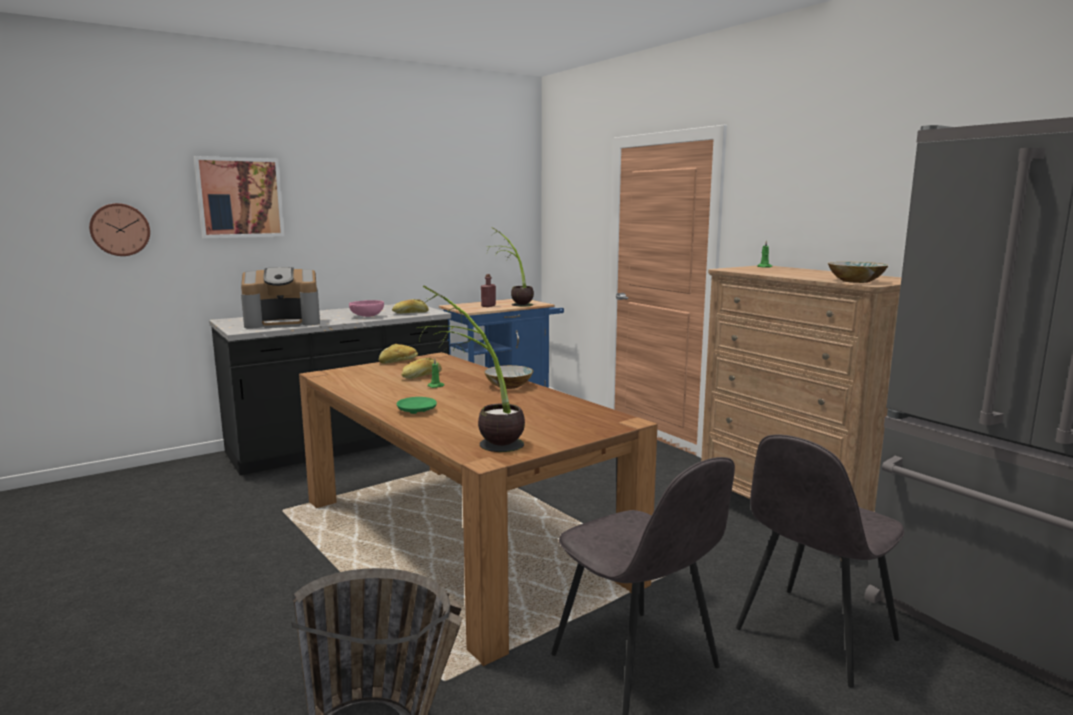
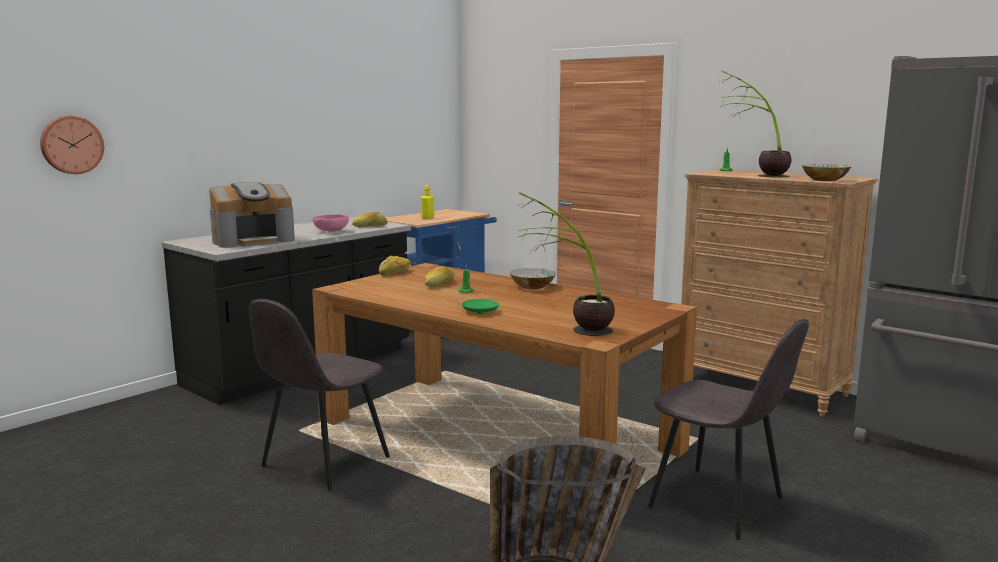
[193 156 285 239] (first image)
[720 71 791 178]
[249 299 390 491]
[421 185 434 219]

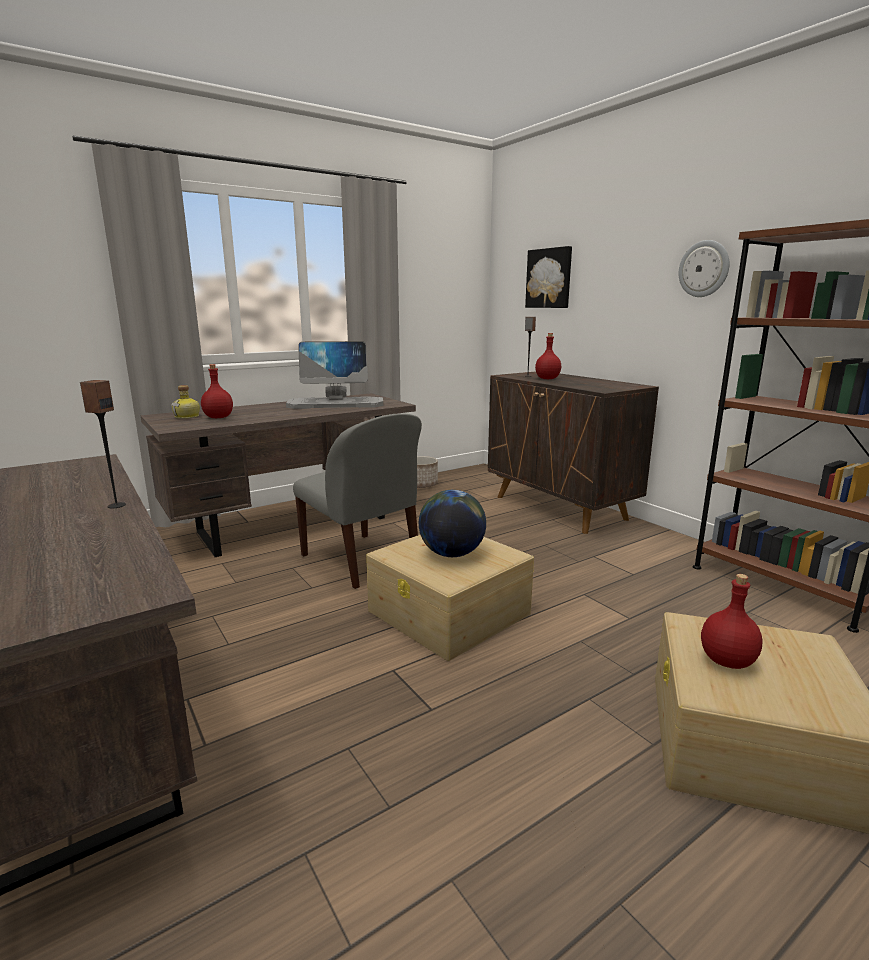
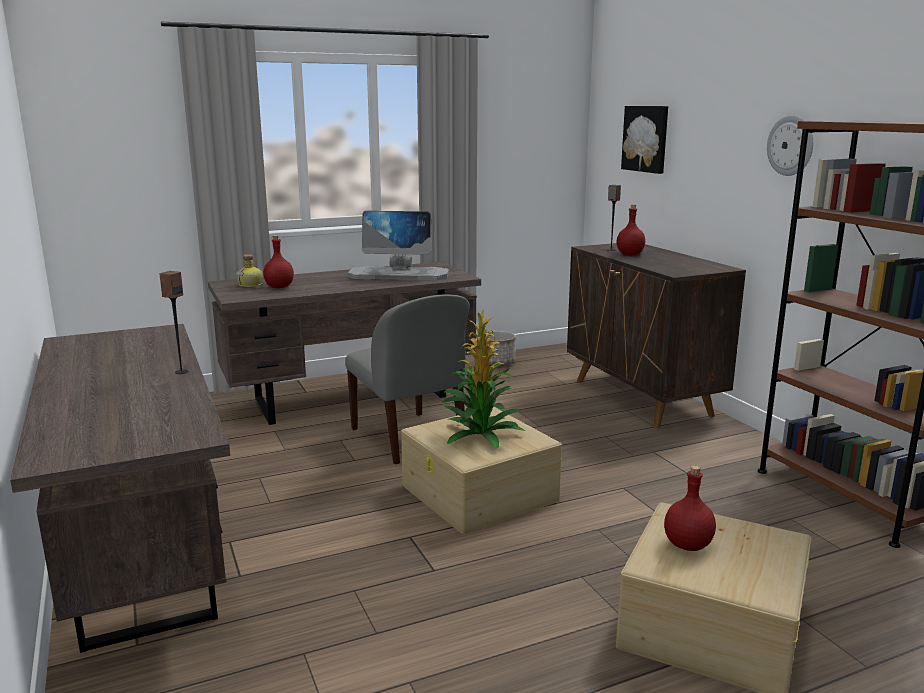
[442 309 525 449]

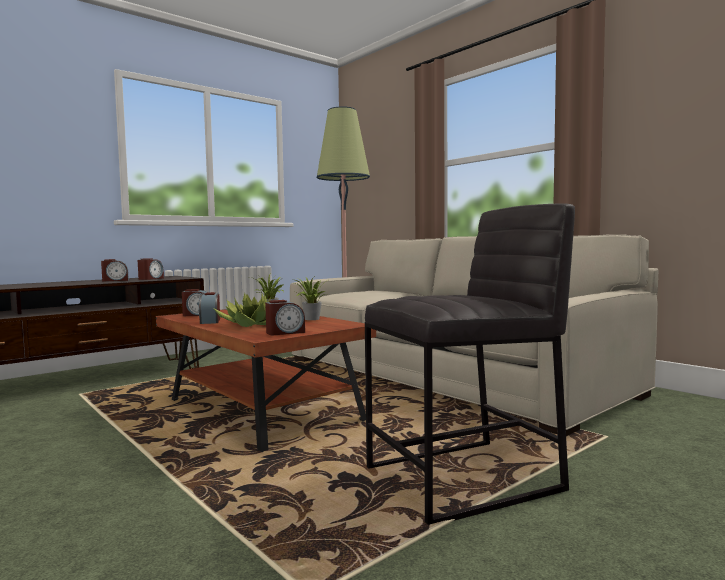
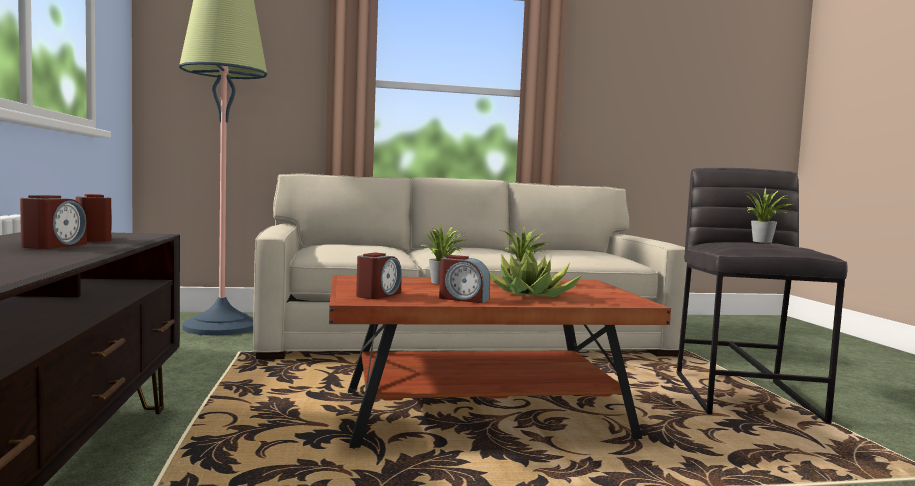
[265 300 305 335] (first image)
[746 188 793 243]

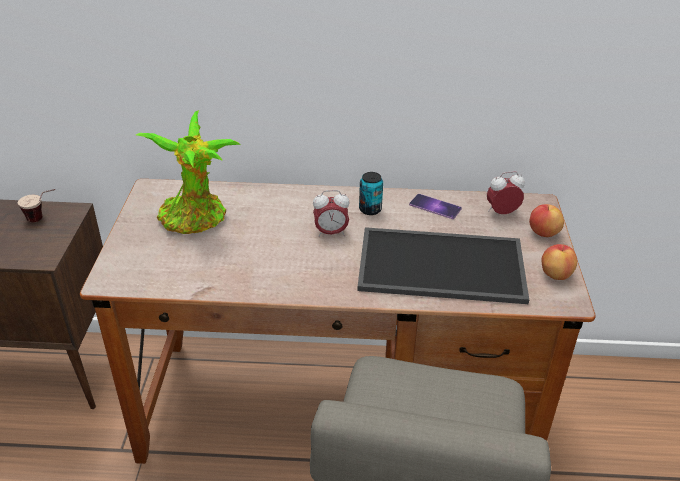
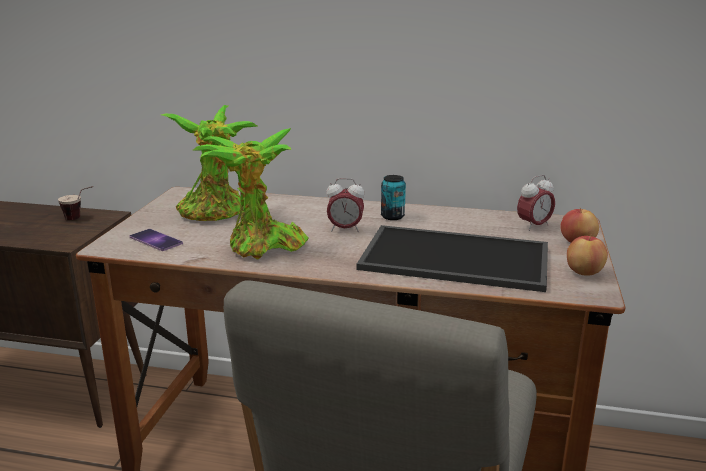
[193 128 309 260]
[130 229 183 251]
[517 175 555 231]

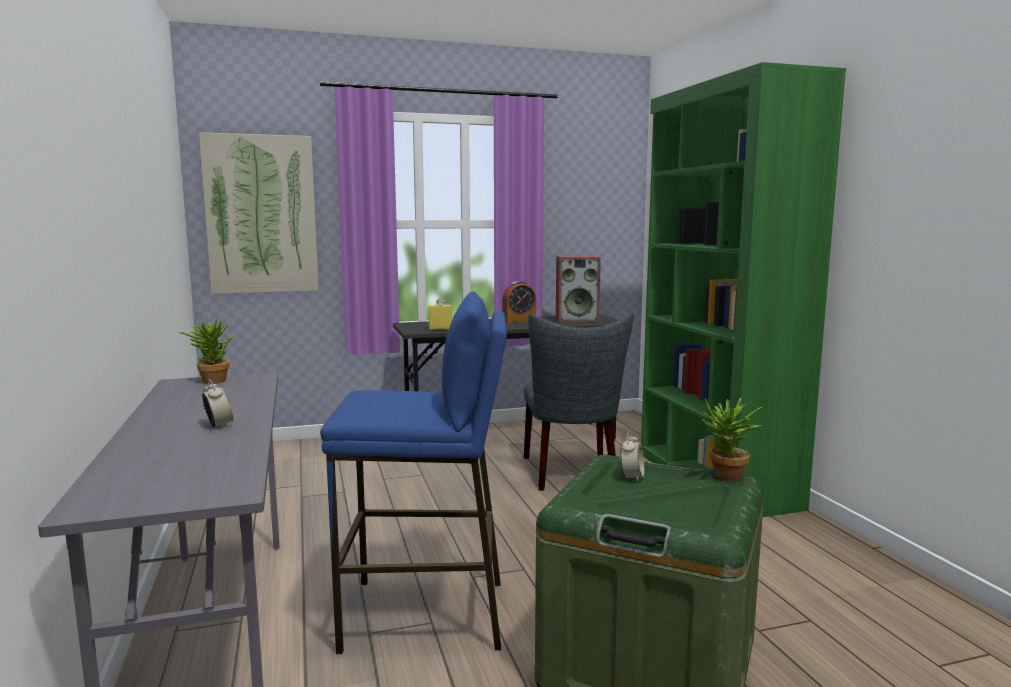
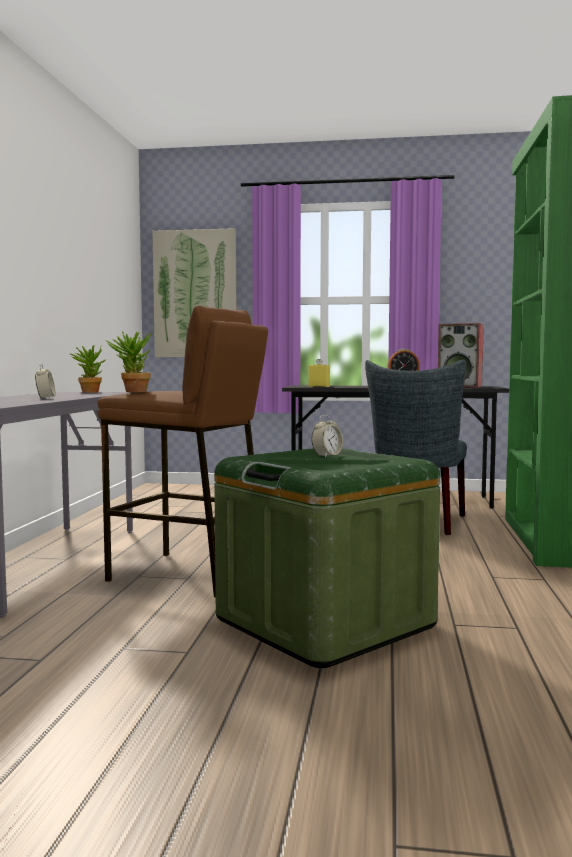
[105 331 151 392]
[97 305 268 598]

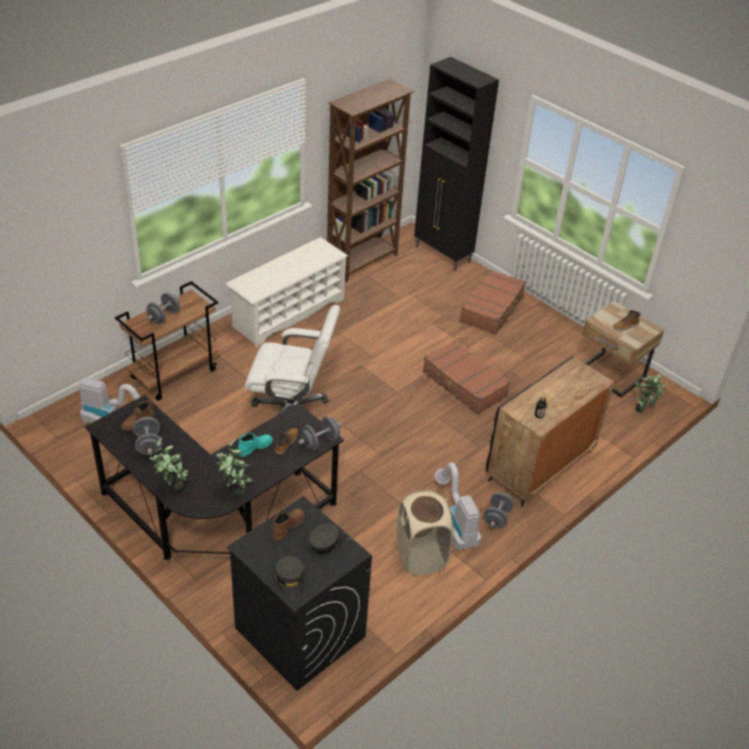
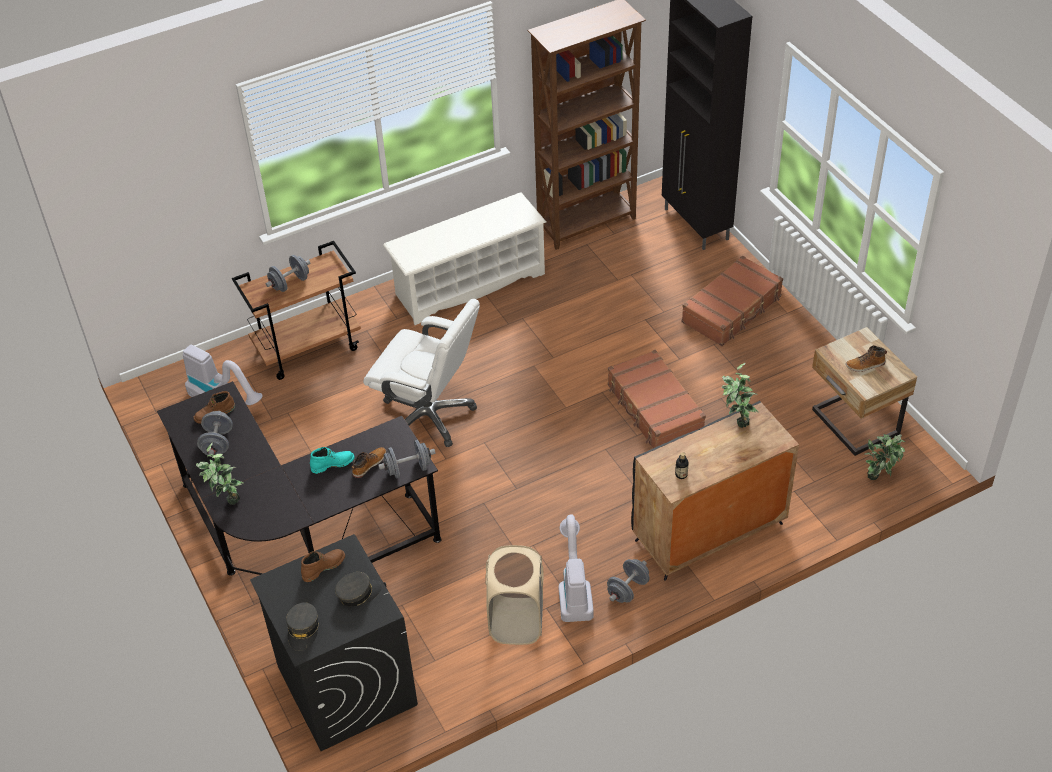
[721 363 758 428]

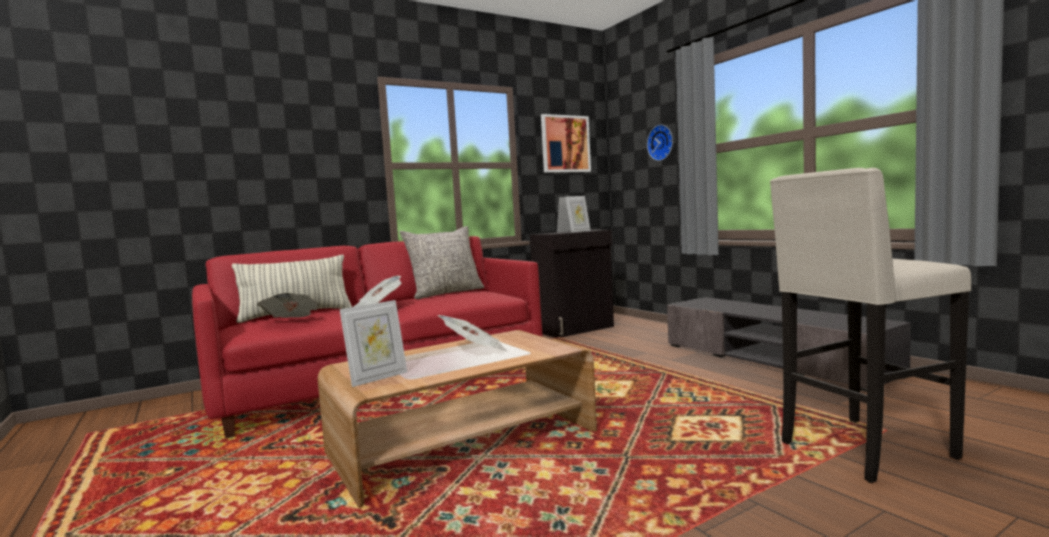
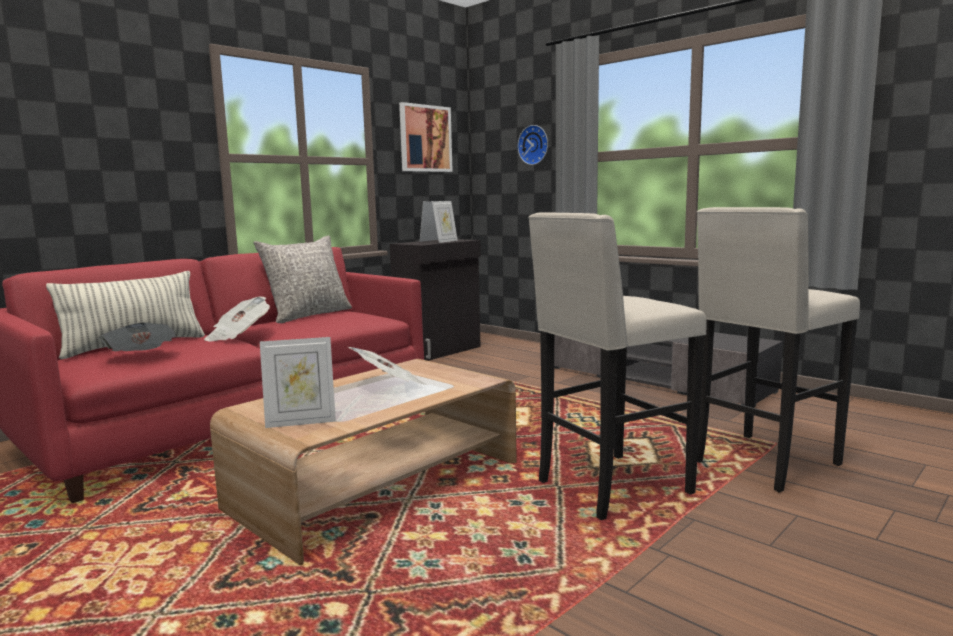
[528 212 706 520]
[260 337 336 428]

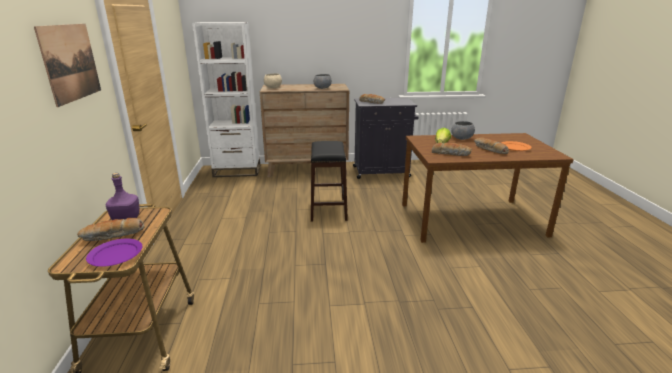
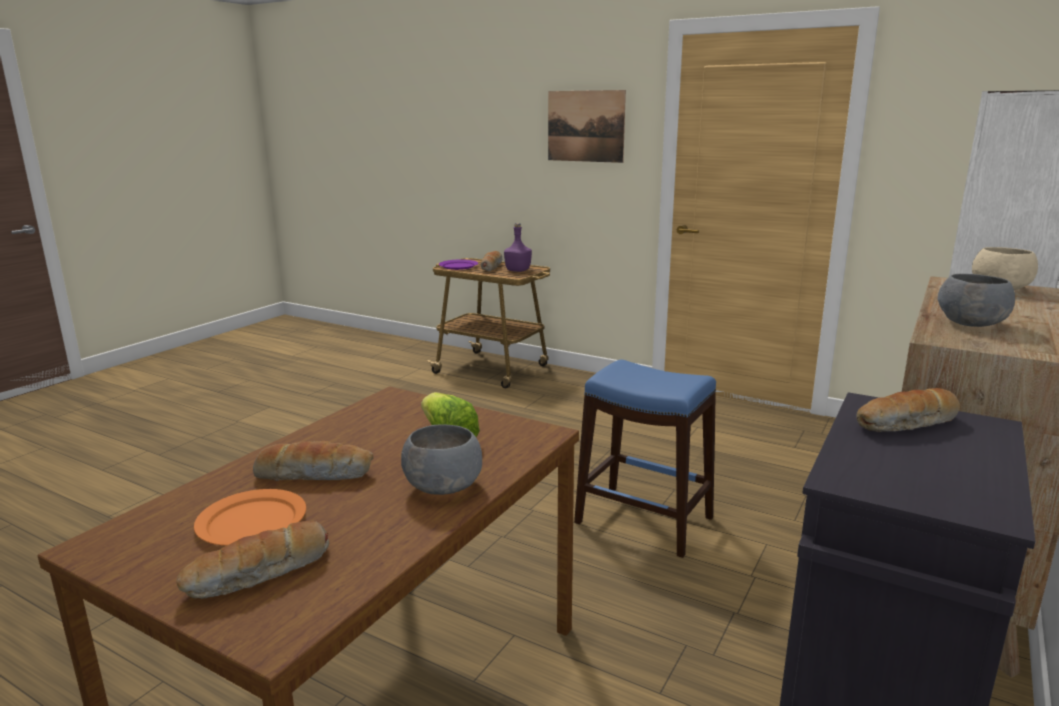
[176 521 329 599]
[574 360 716 558]

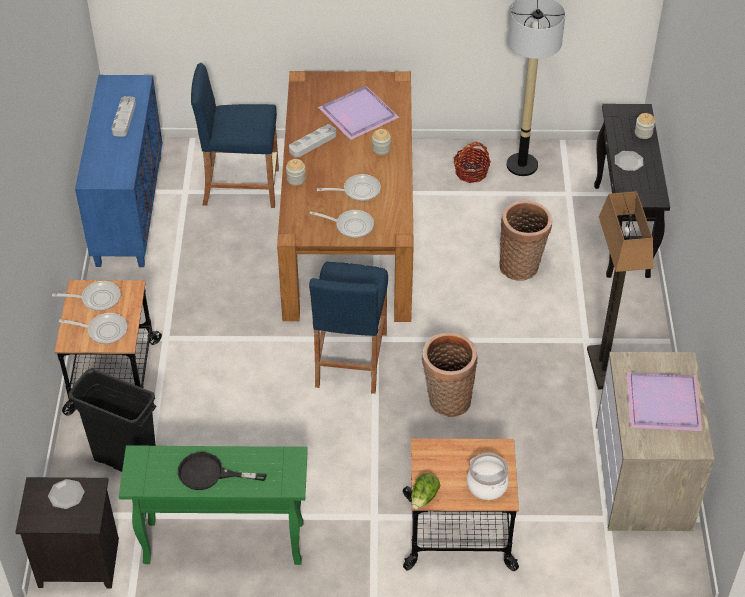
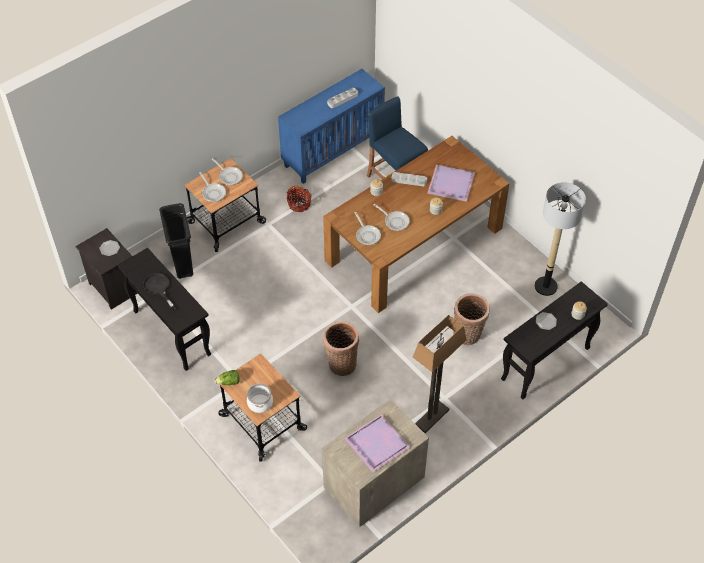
[309 262 388 394] (first image)
[287 185 312 212]
[118 248 211 371]

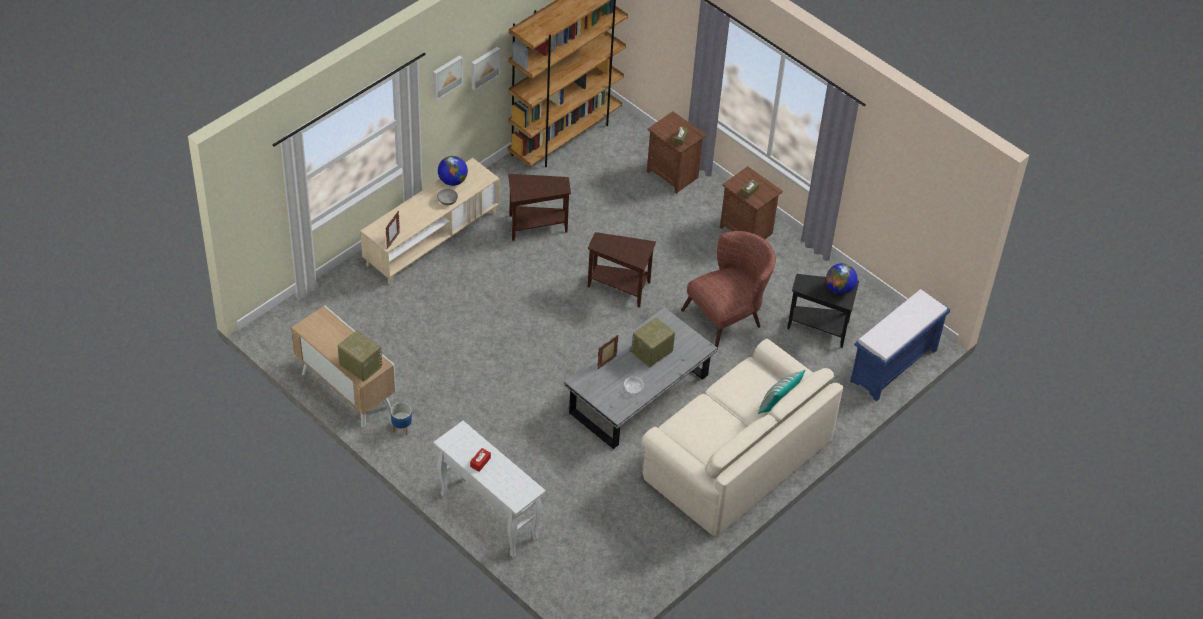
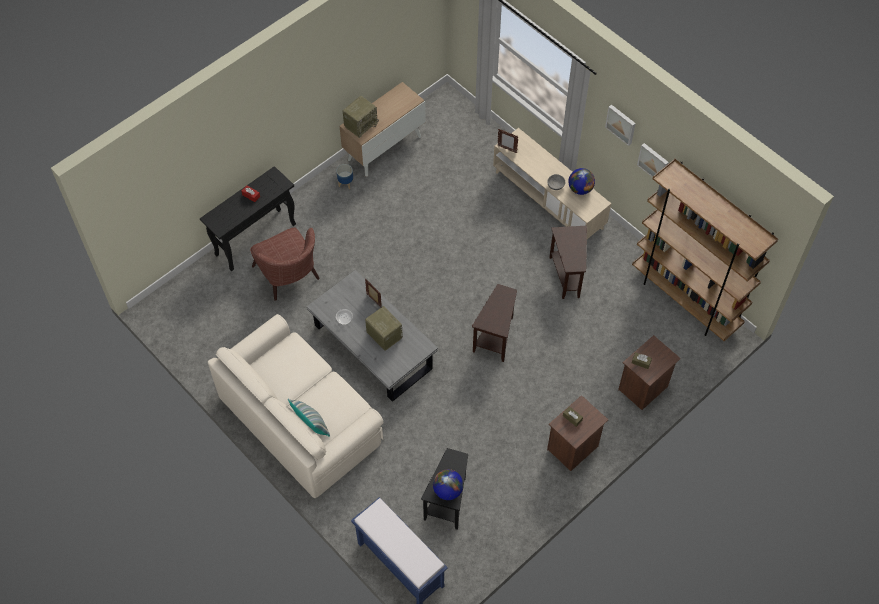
[250 227 320 301]
[200 166 296 271]

